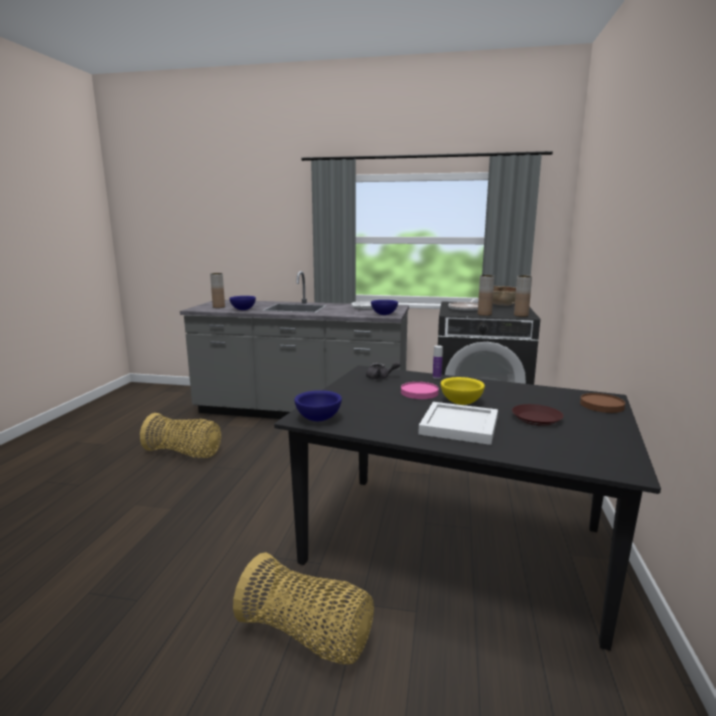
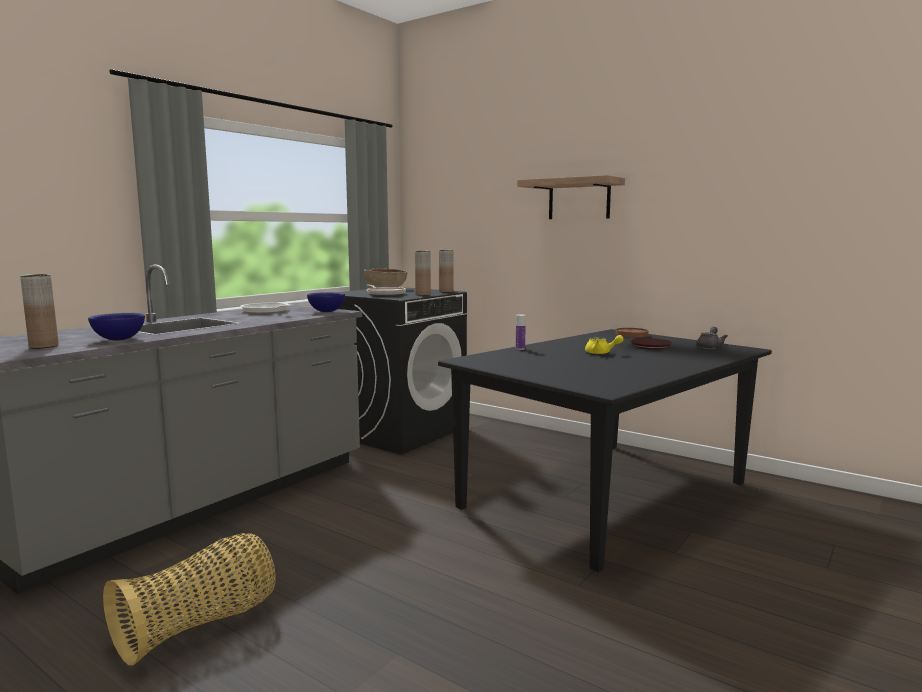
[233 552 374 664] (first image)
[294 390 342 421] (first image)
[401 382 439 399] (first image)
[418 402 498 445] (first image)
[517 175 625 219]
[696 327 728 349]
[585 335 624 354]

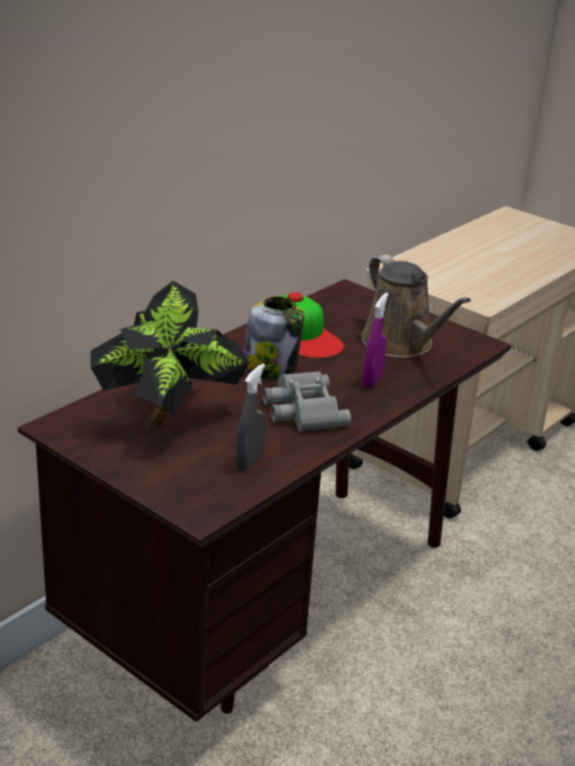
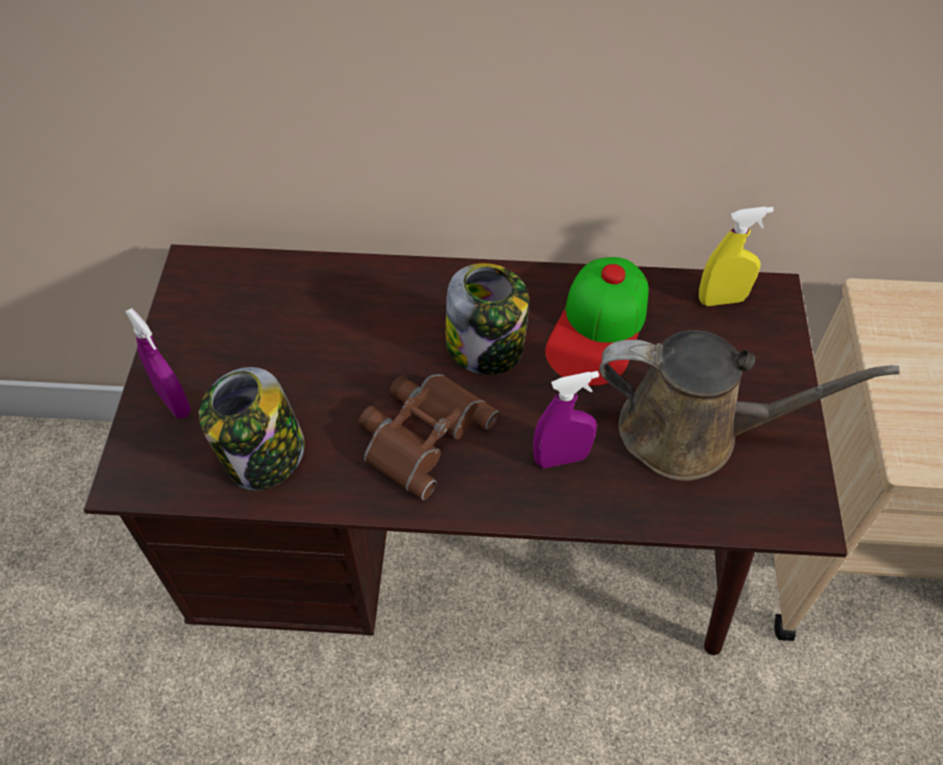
[90 281 250 428] (first image)
[125 308 191 418]
[699 206 774 306]
[199 367 305 490]
[358 374 499 500]
[599 330 900 481]

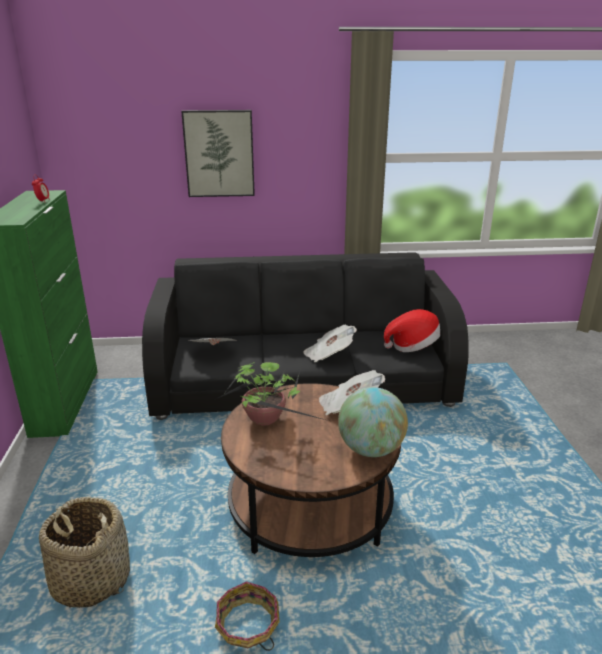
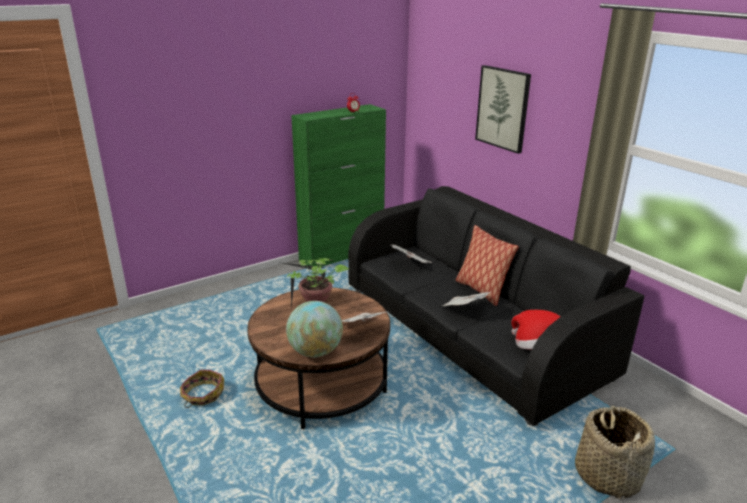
[456 225 519 306]
[575 406 655 500]

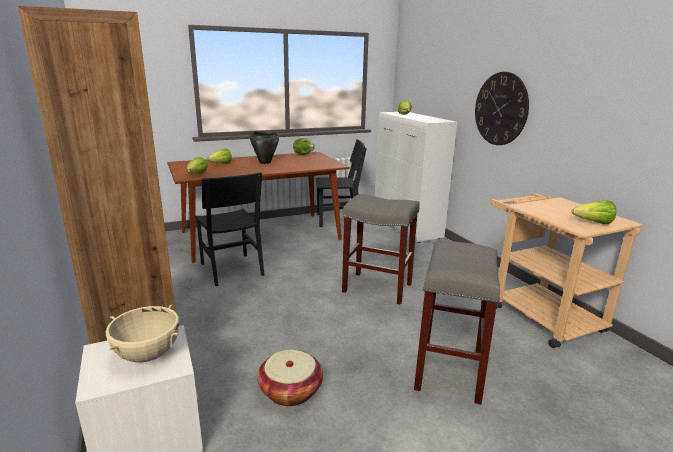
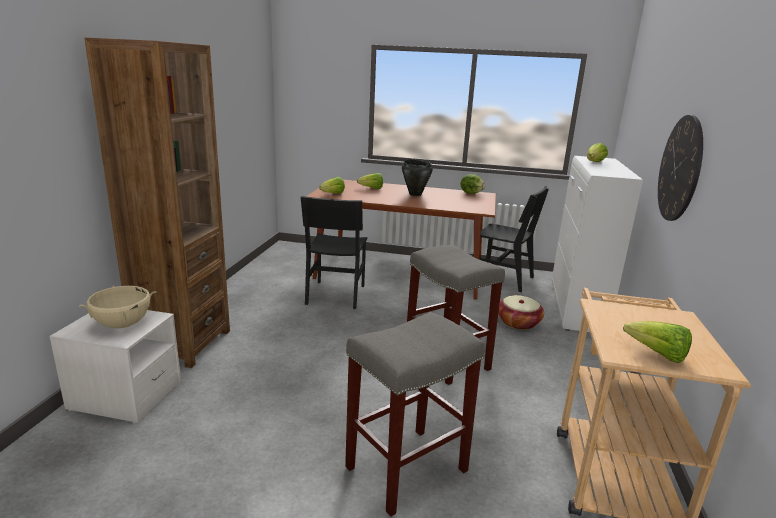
[498 295 544 330]

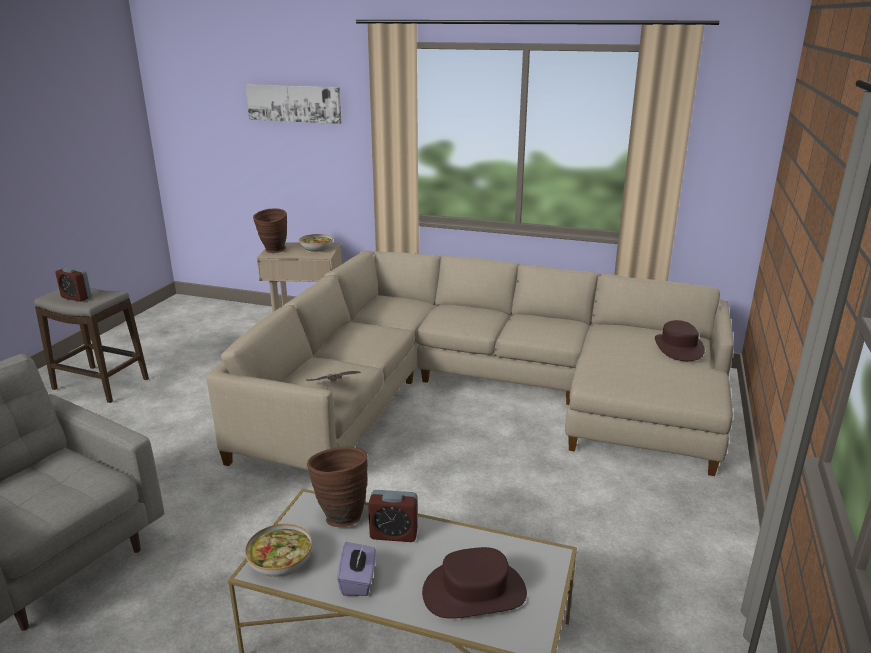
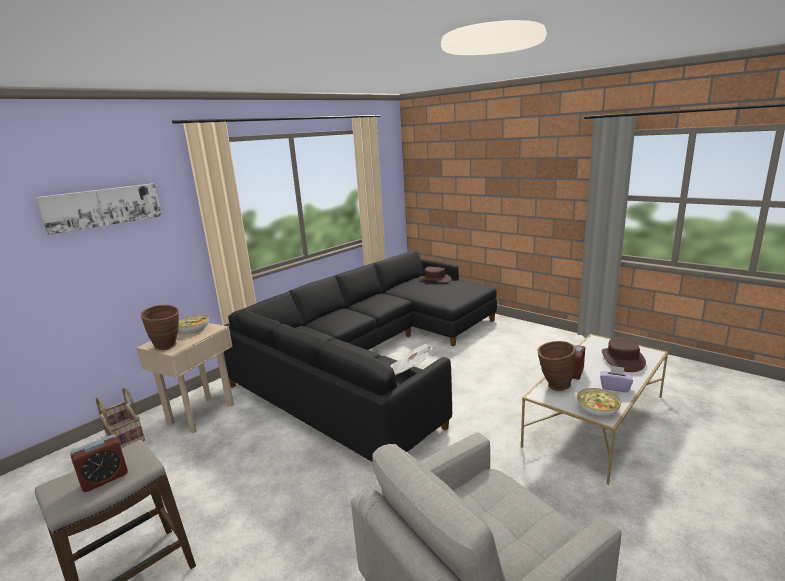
[96 387 145 449]
[223 250 497 462]

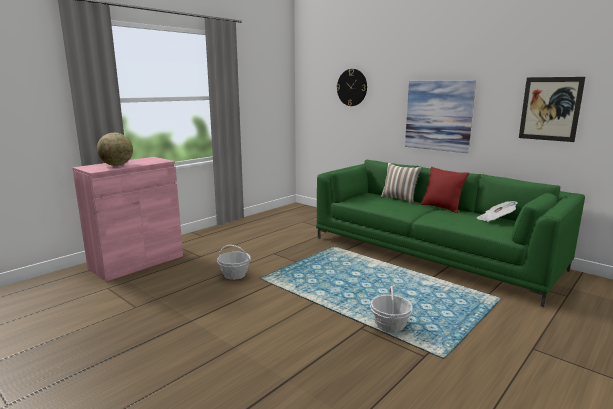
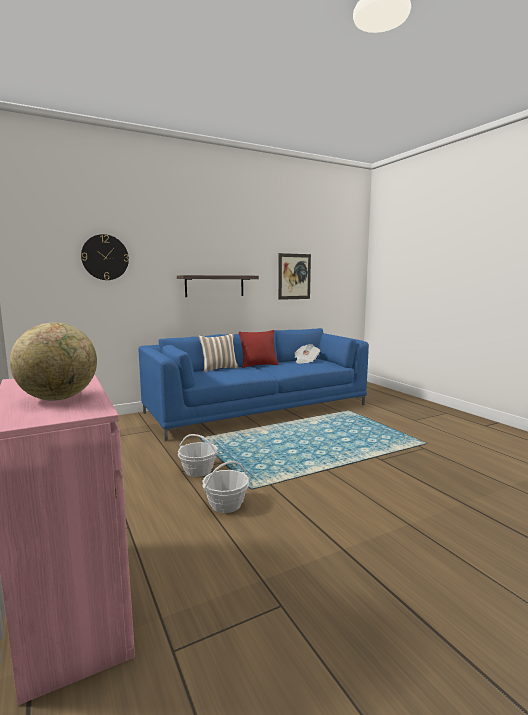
[178 434 218 477]
[177 275 259 297]
[138 328 369 441]

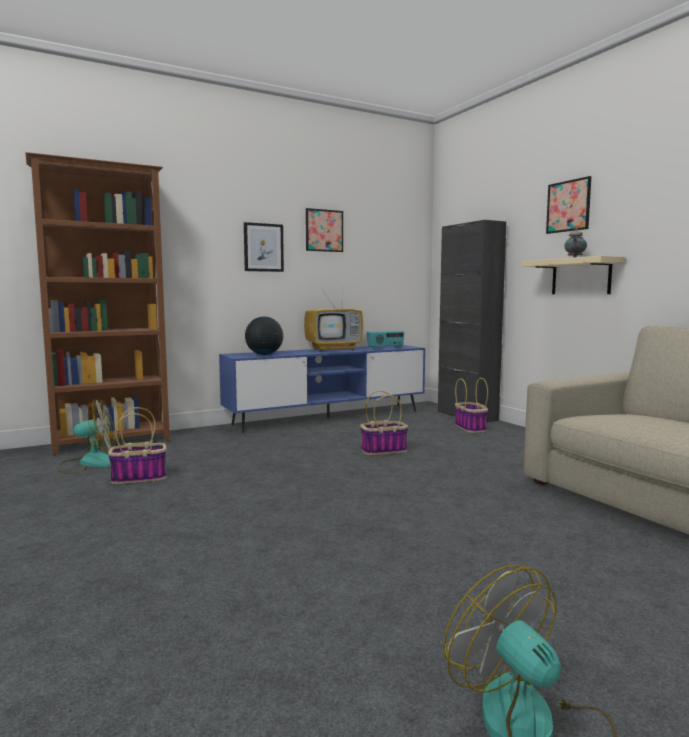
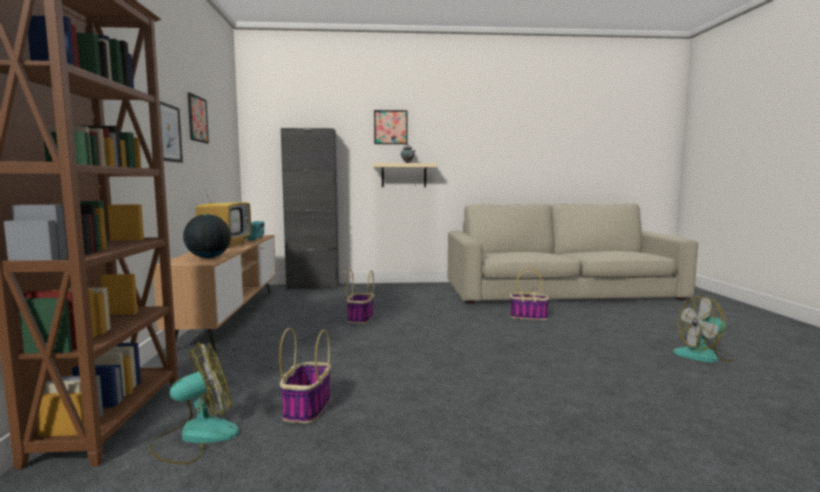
[510 267 549 320]
[153 235 276 350]
[149 342 239 464]

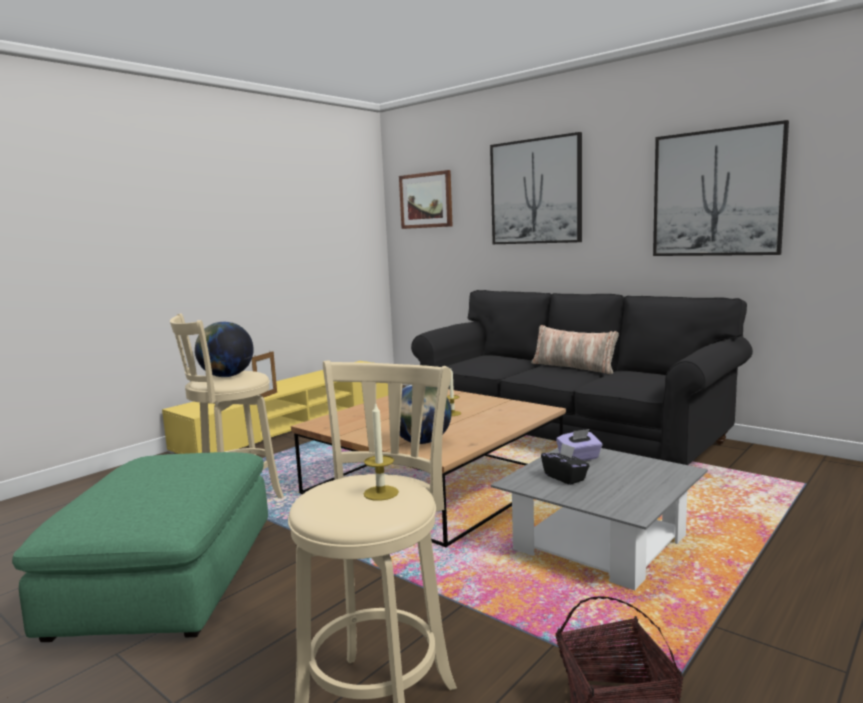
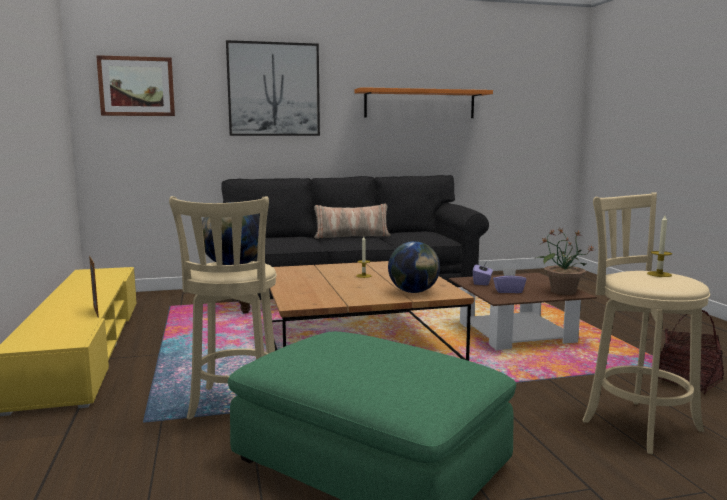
[534 228 593 295]
[354 87 493 118]
[449 273 597 350]
[493 268 526 293]

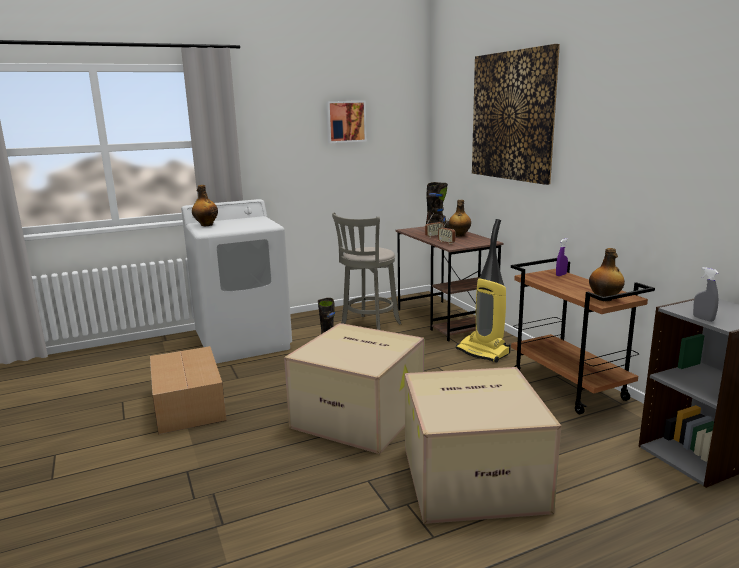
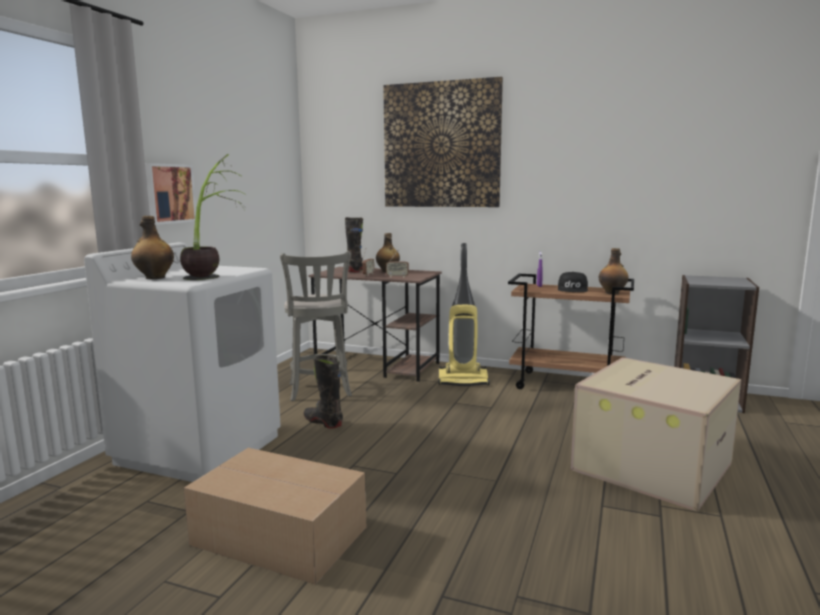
[284 323 424 454] (first image)
[693 267 719 322] (first image)
[180 154 246 280]
[558 272 588 292]
[145 163 196 225]

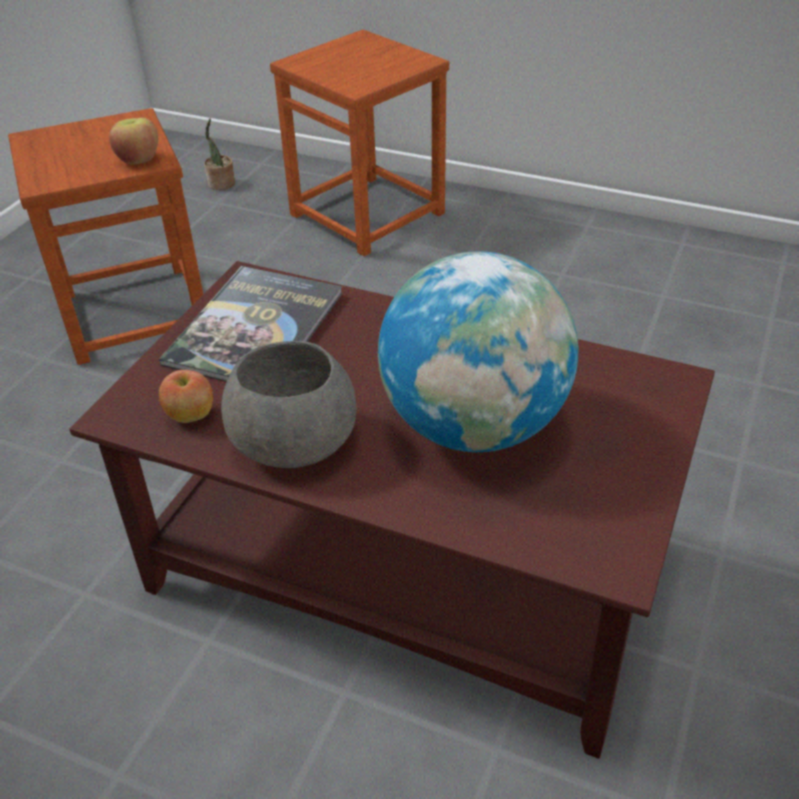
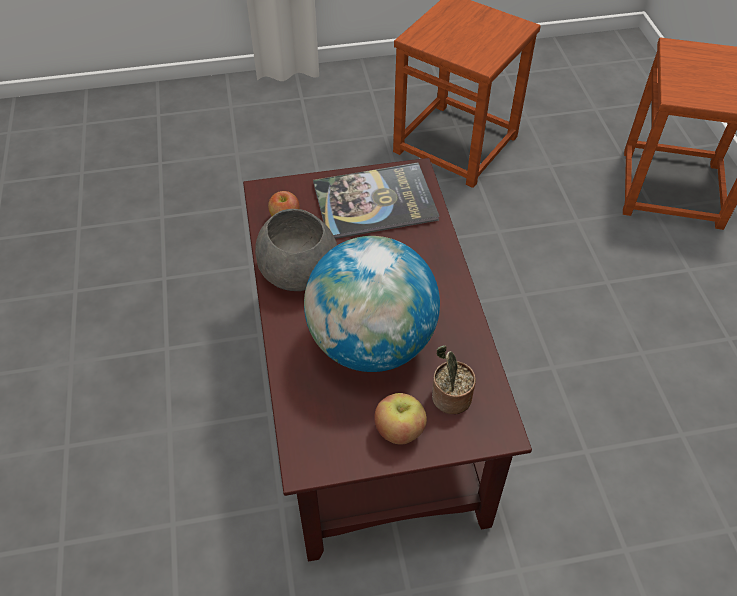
[374 393 427 445]
[432 346 476 414]

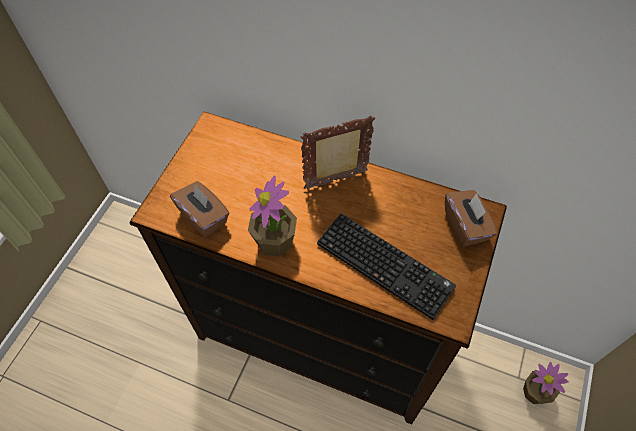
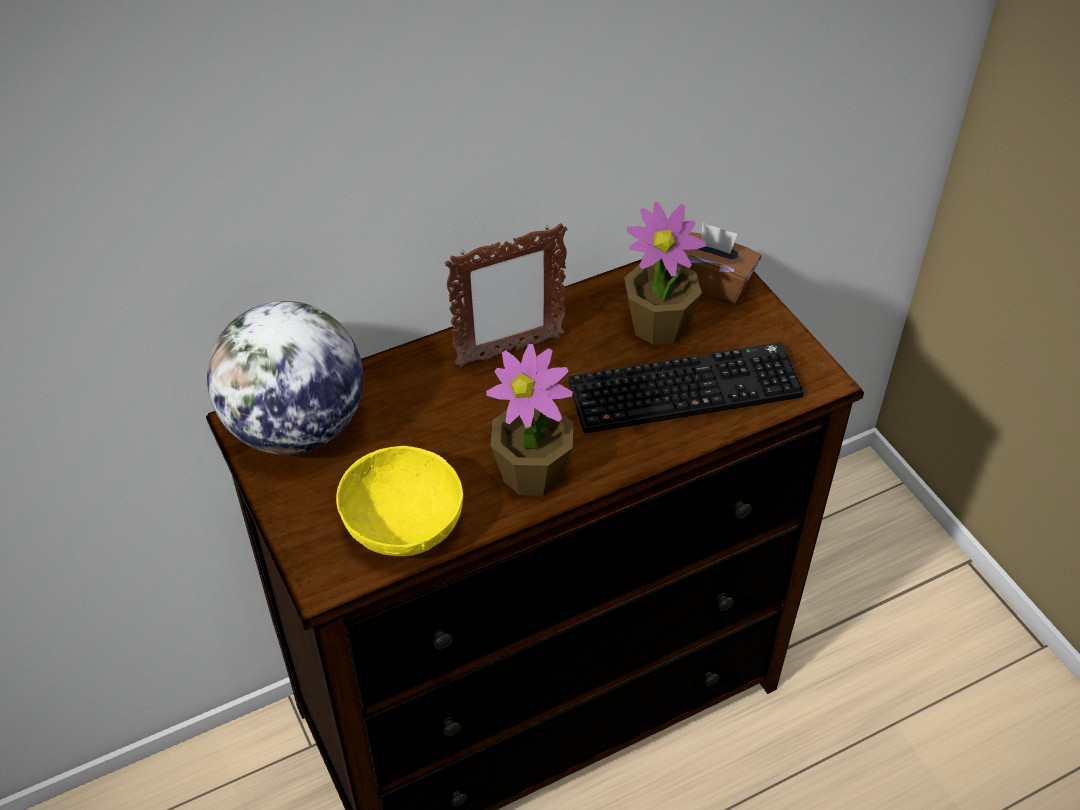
[207 301 363 455]
[624 202 706 345]
[336 446 463 556]
[445 223 567 368]

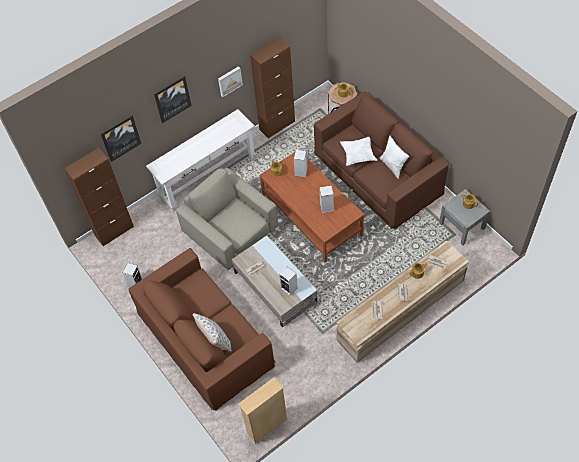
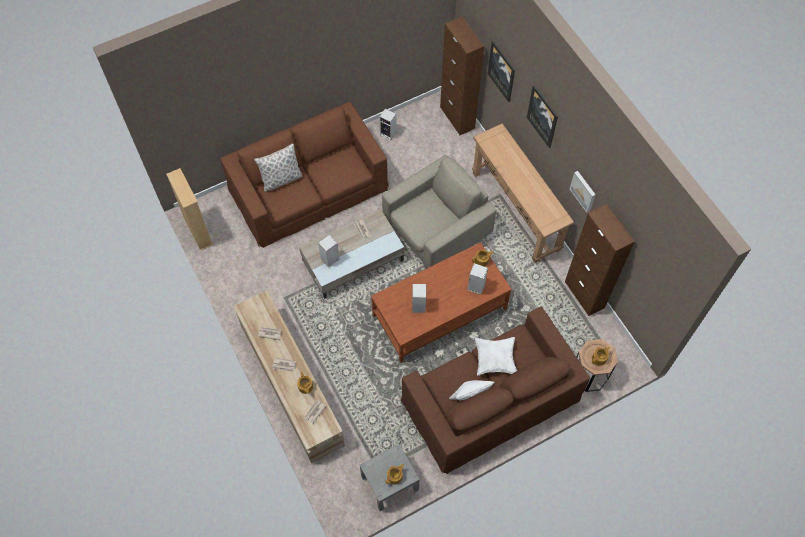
[472 123 574 263]

